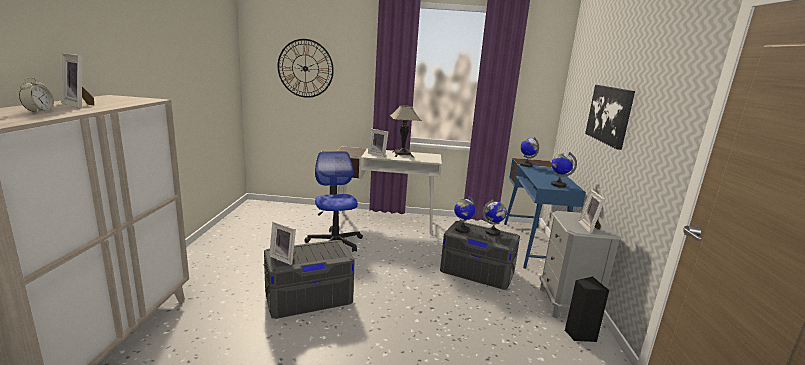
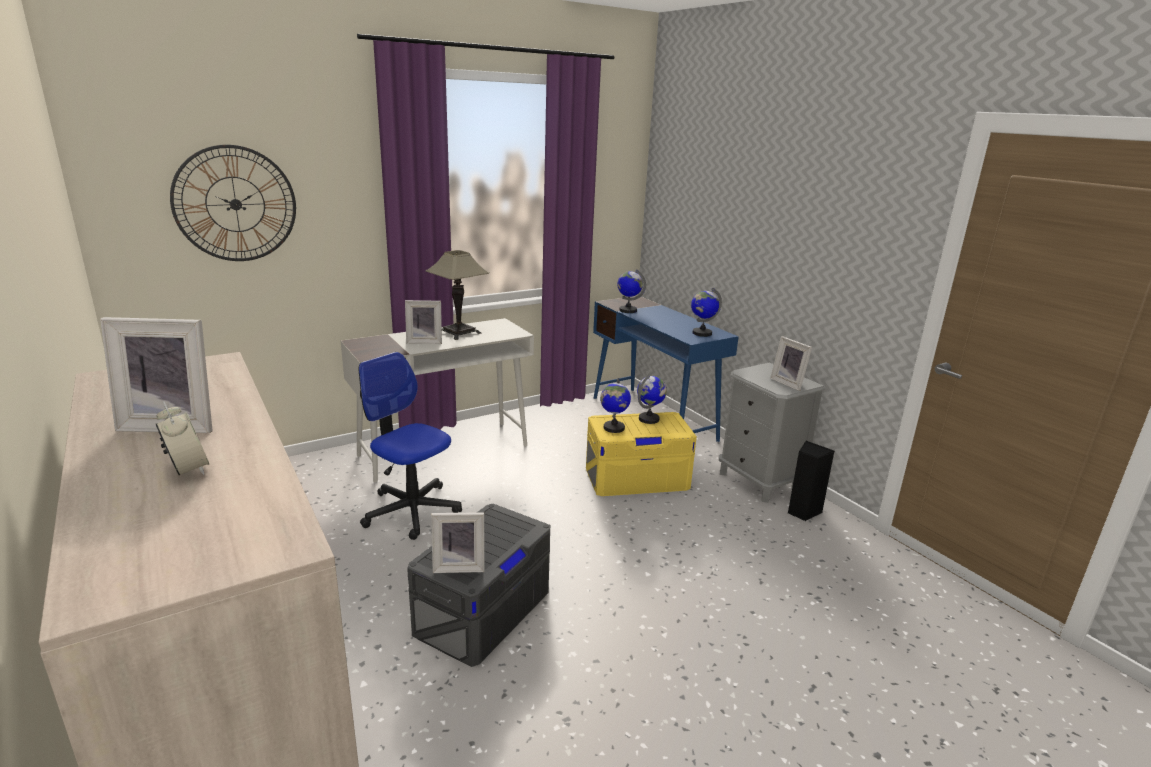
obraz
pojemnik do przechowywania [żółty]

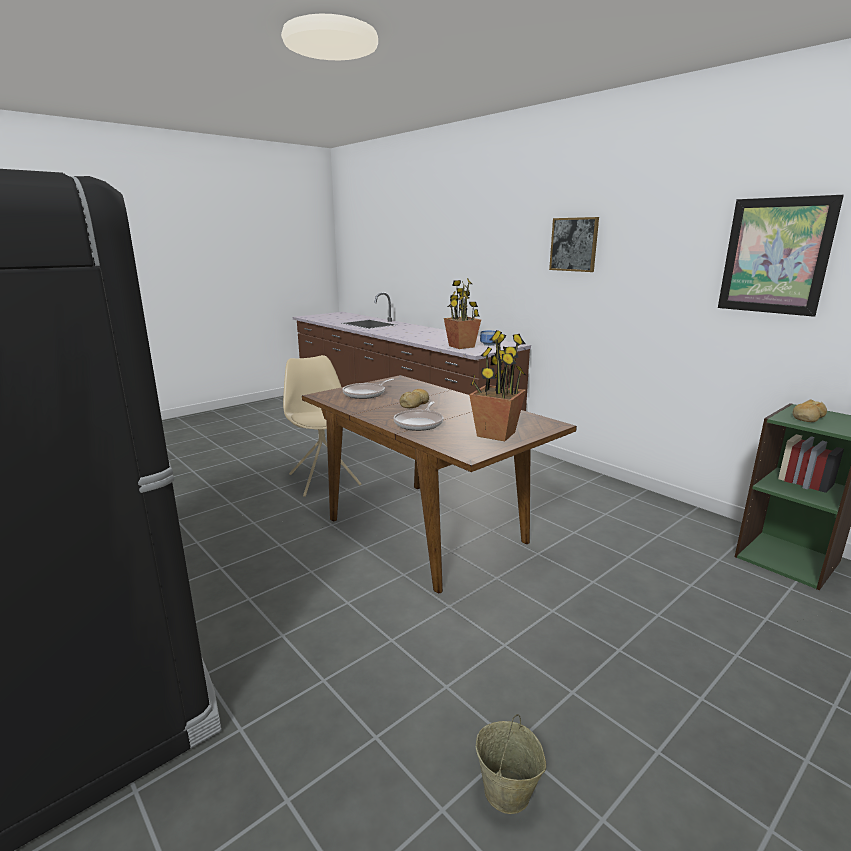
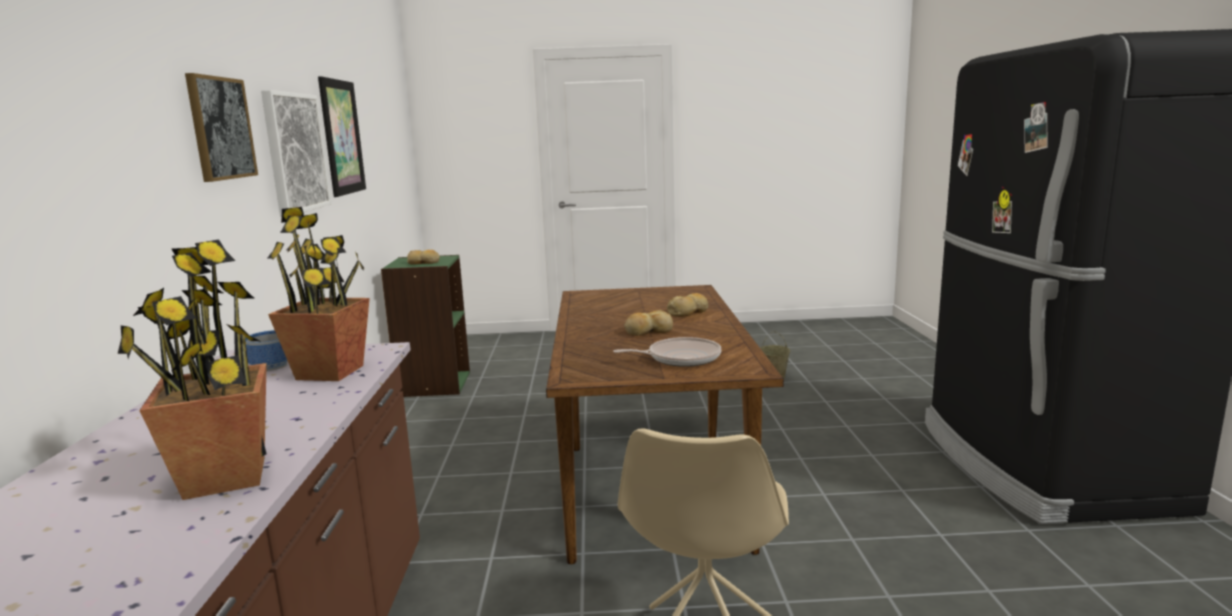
obraz (2nd from left)
roślina doniczkowa (1st from left)
chleb (3rd from left)

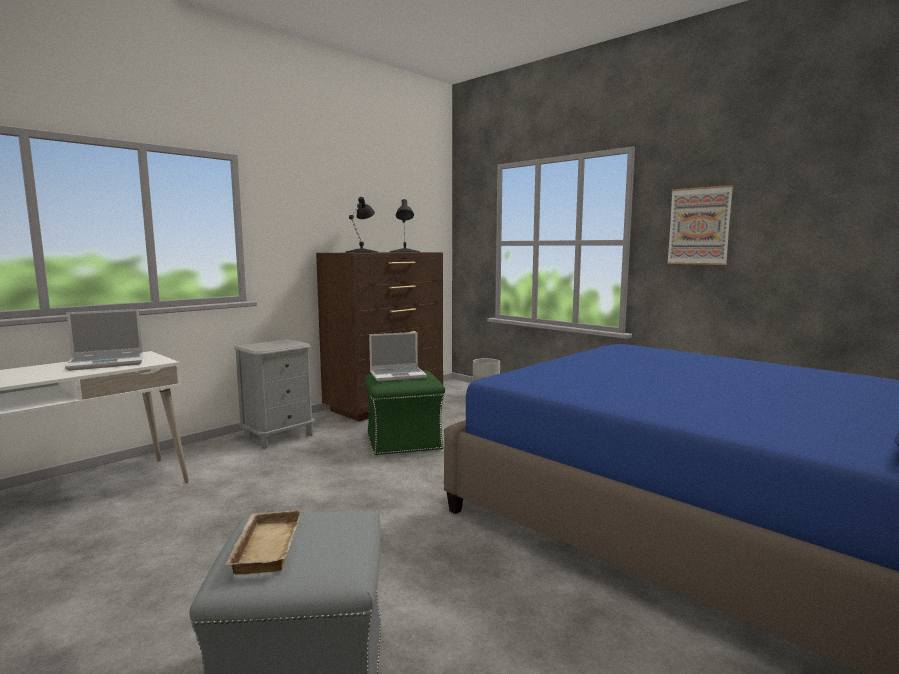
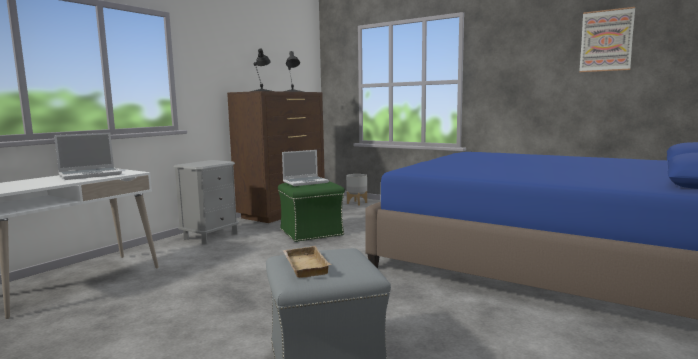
obraz

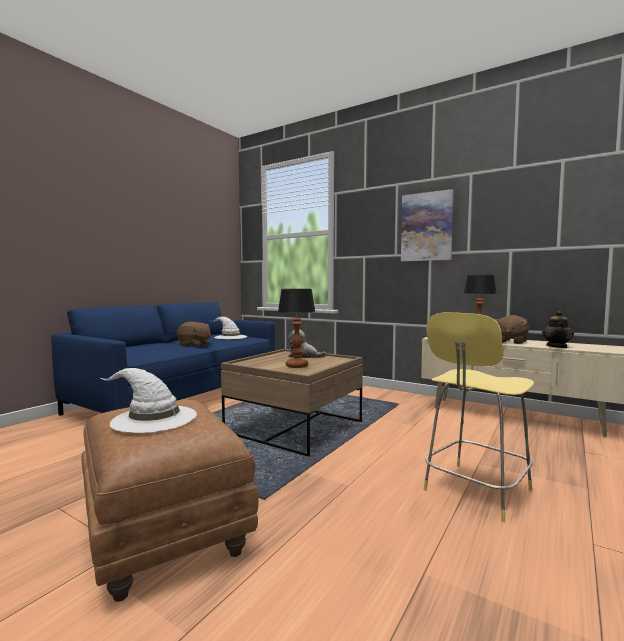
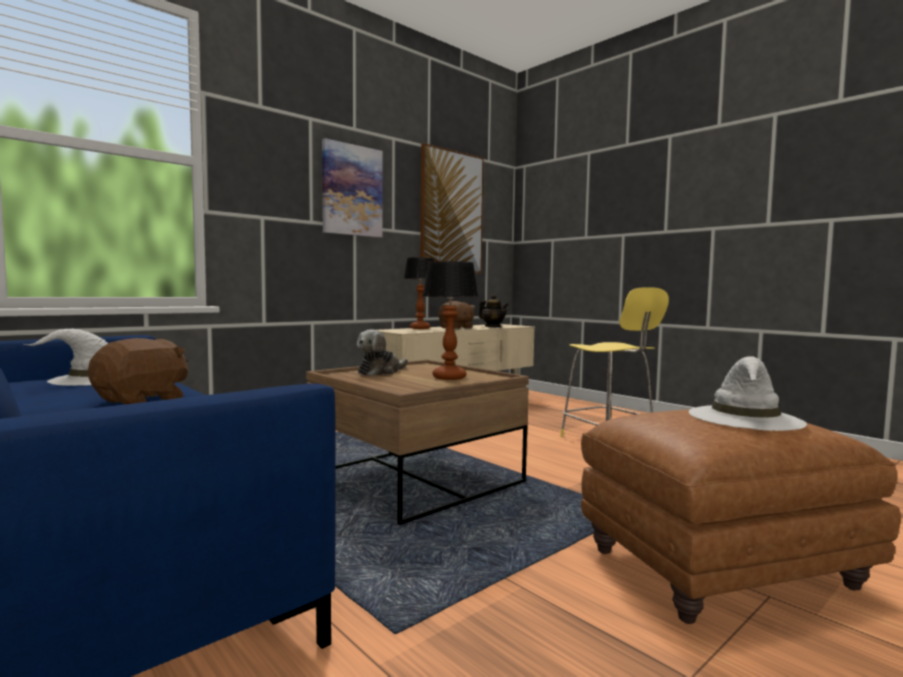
obraz (2nd from left)

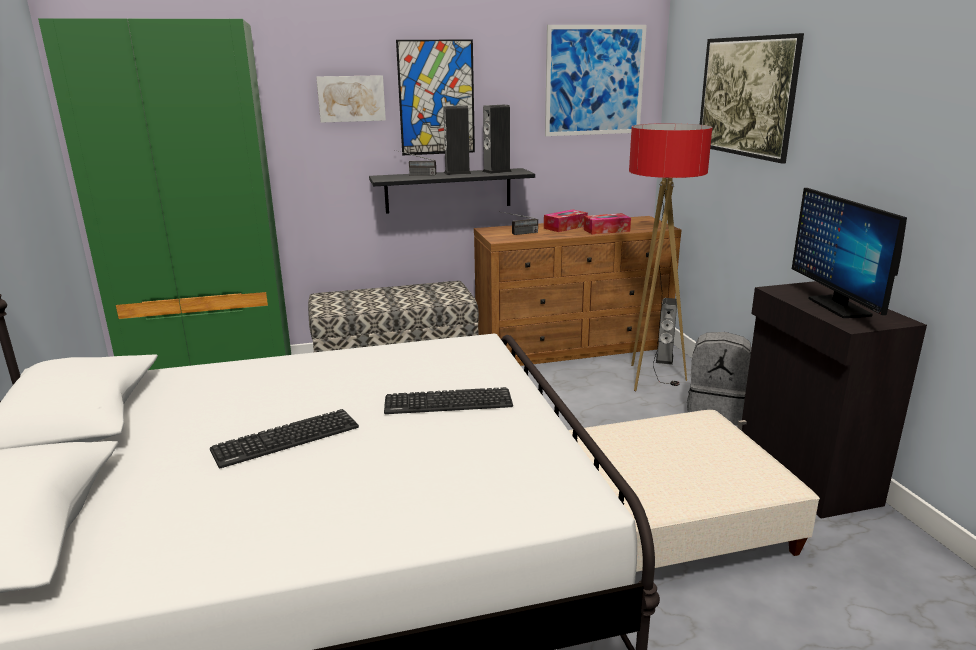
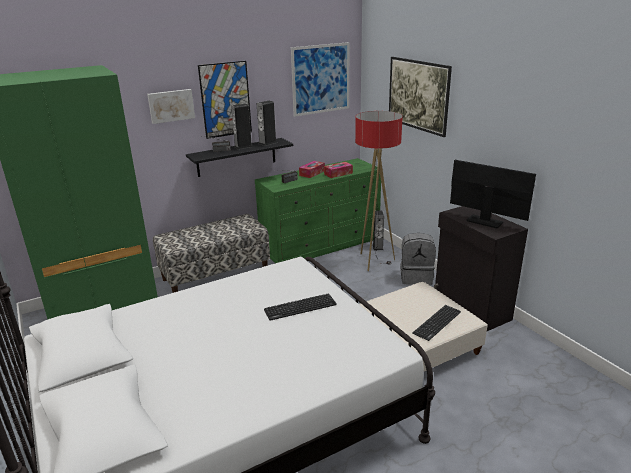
klawiatura (2nd from left)
komoda [zielony]
monitor

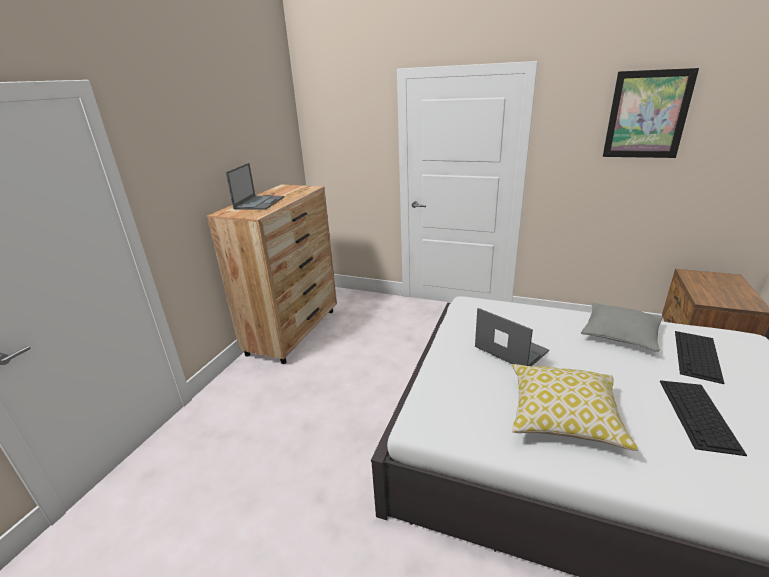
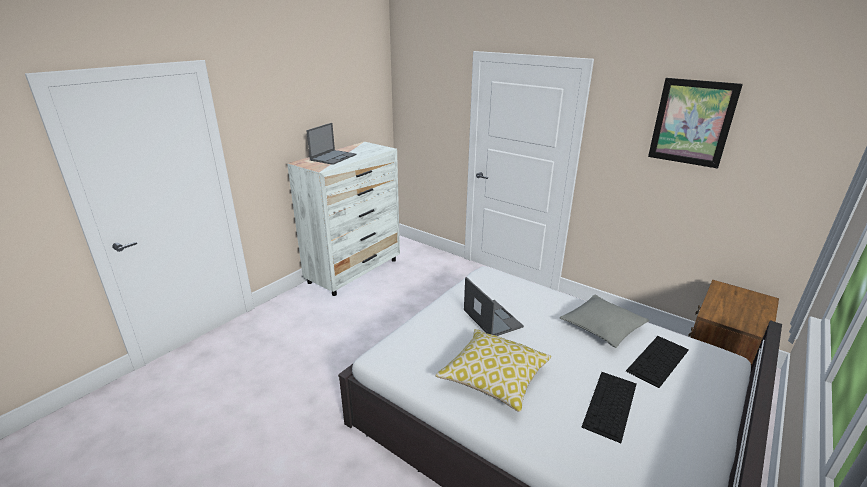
komoda [biały]

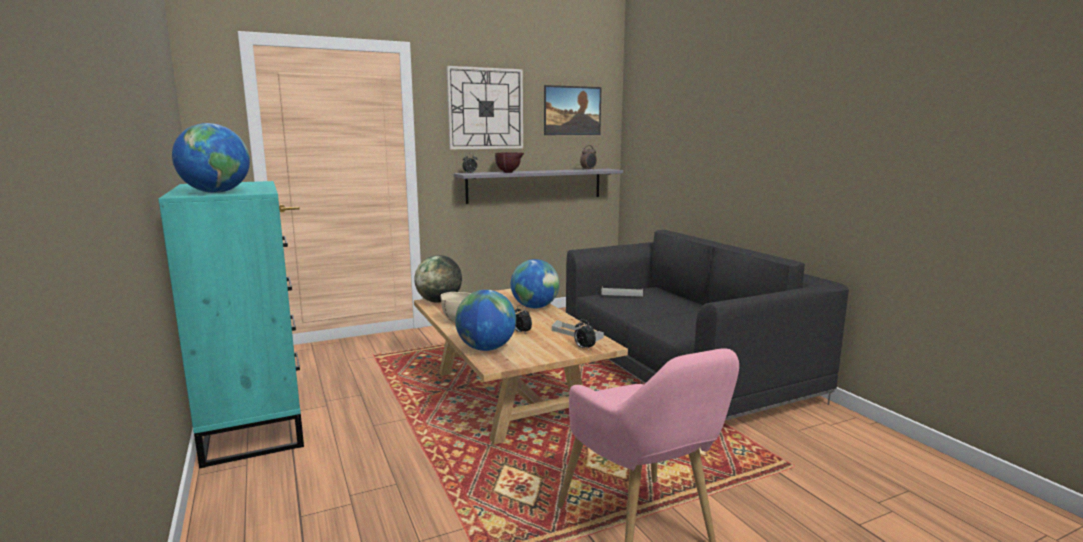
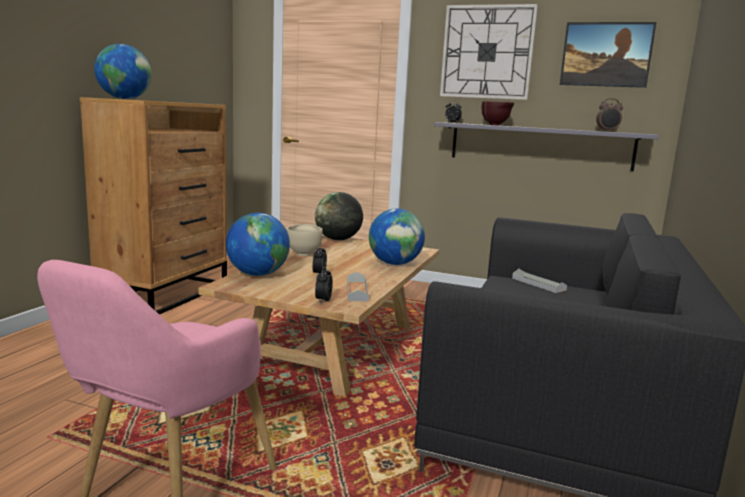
komoda [brązowy]

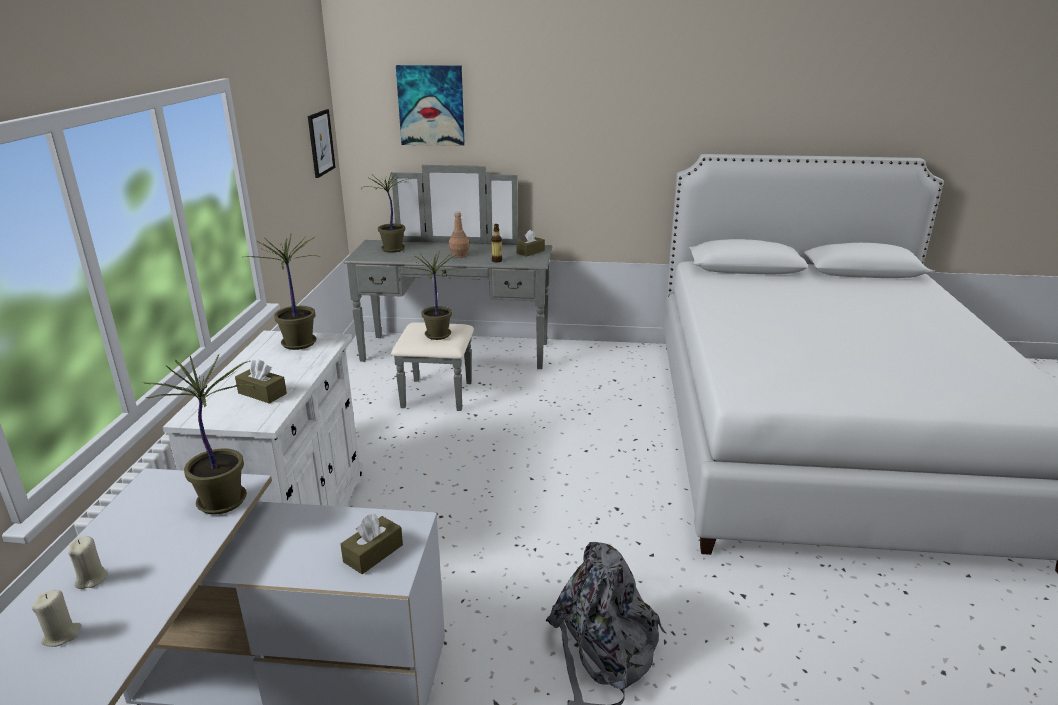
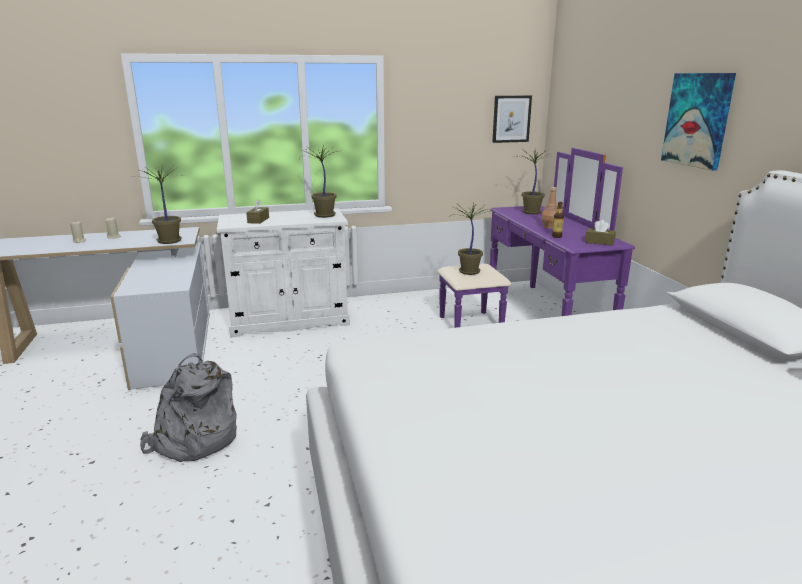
pudełko chusteczek [brązowy] (2nd from left in the first image)
obraz (2nd from left)
komoda [fioletowy]

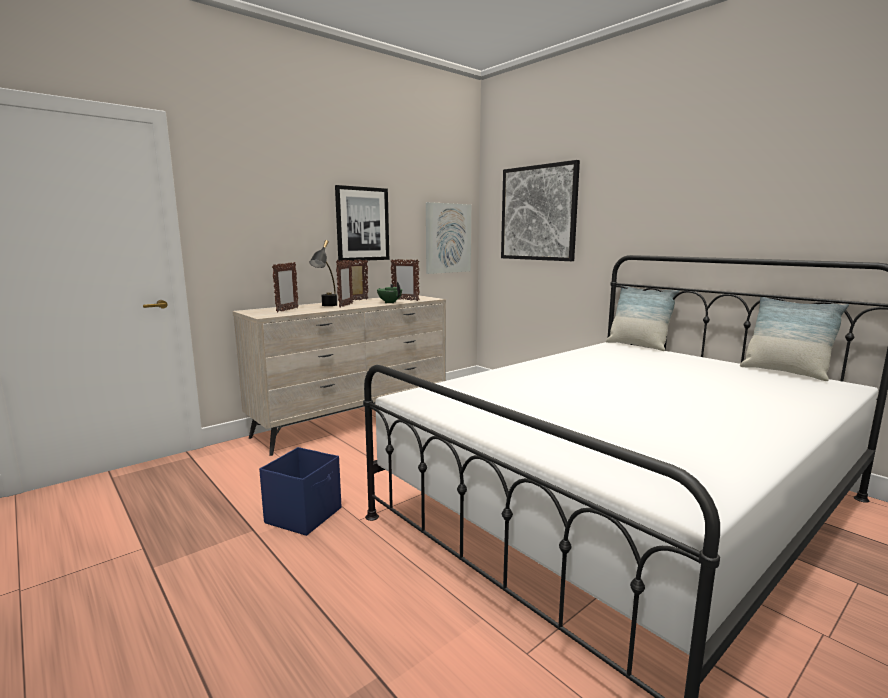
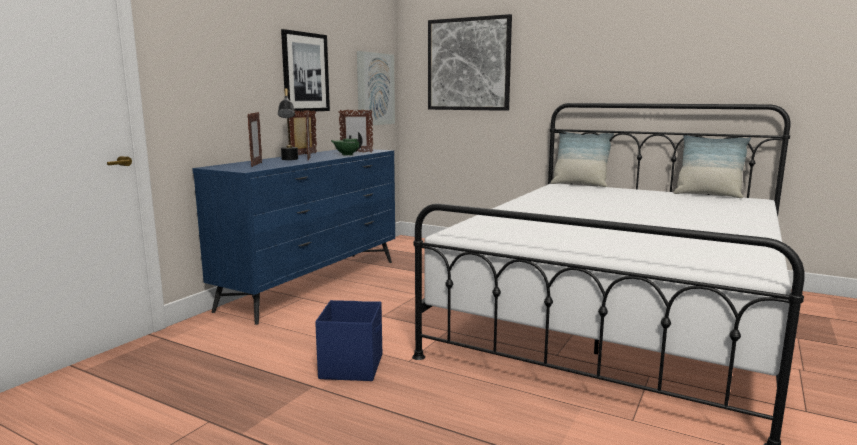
komoda [niebieski]

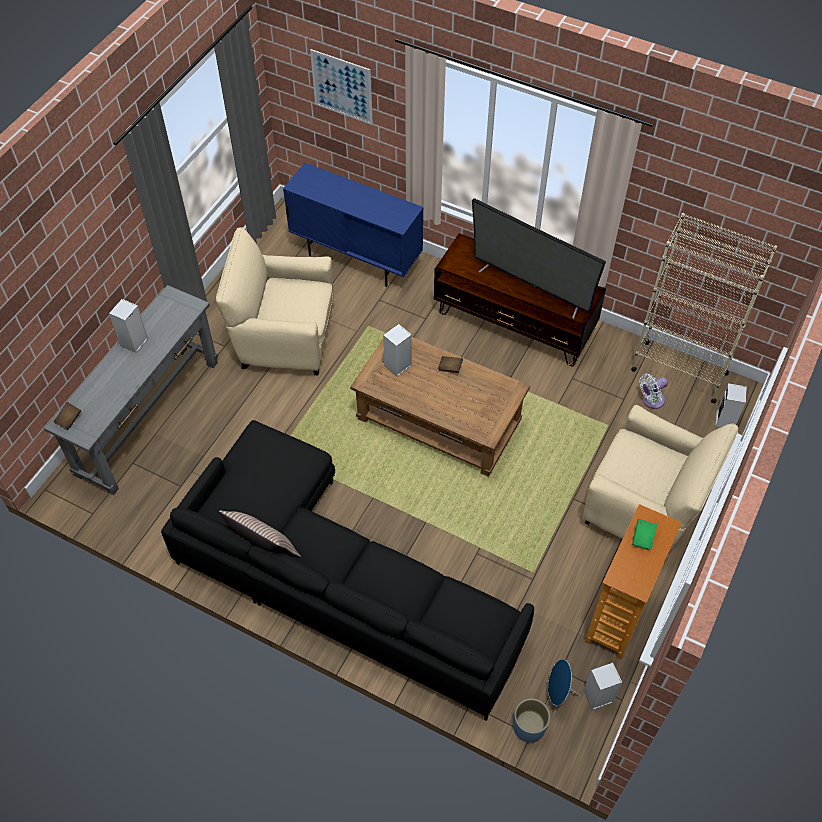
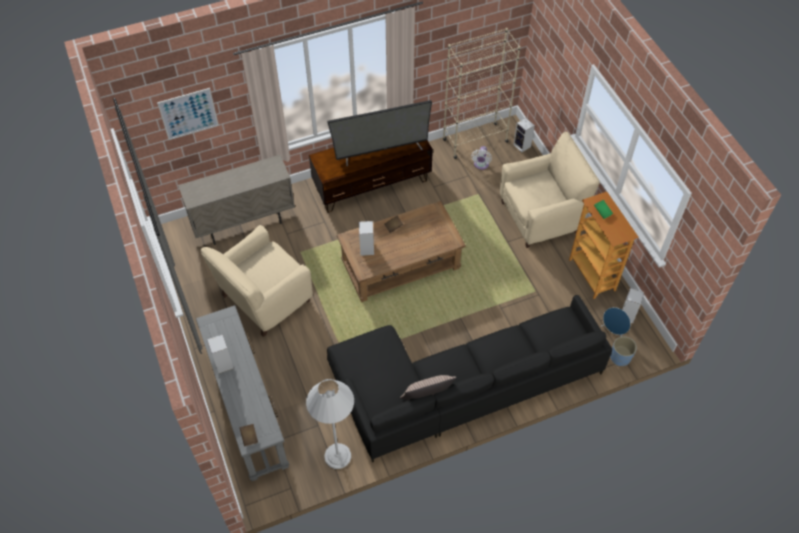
lampa stojąca [biały]
szafka [beżowy]

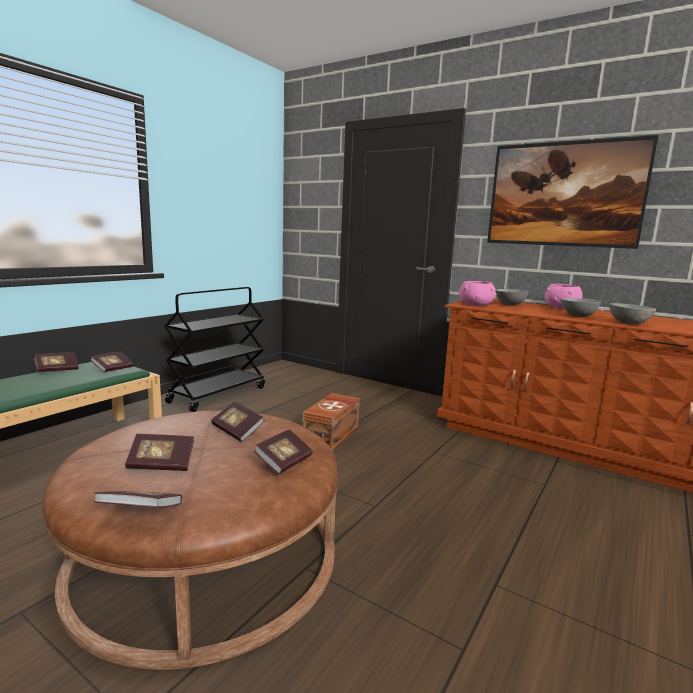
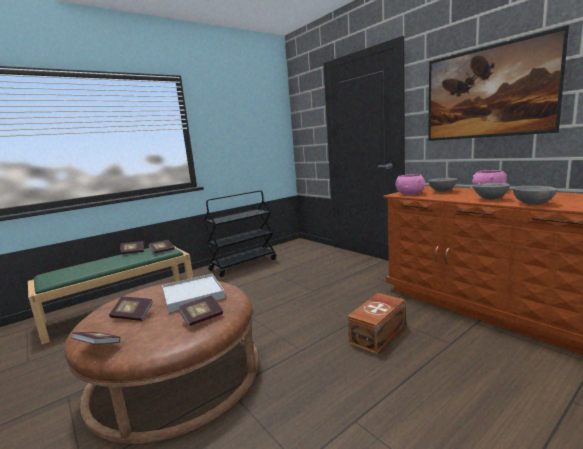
pojemnik do przechowywania [brązowy]
taca [biały]

